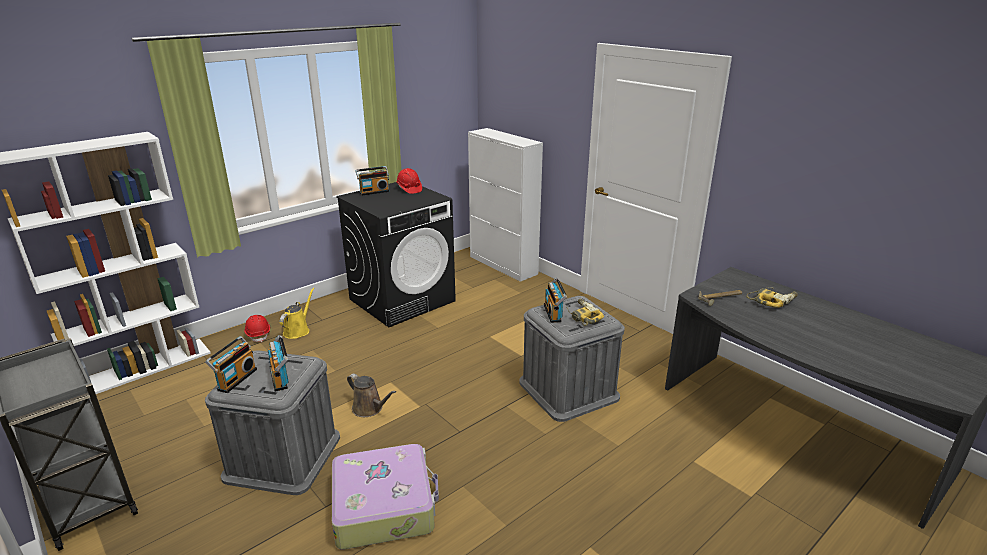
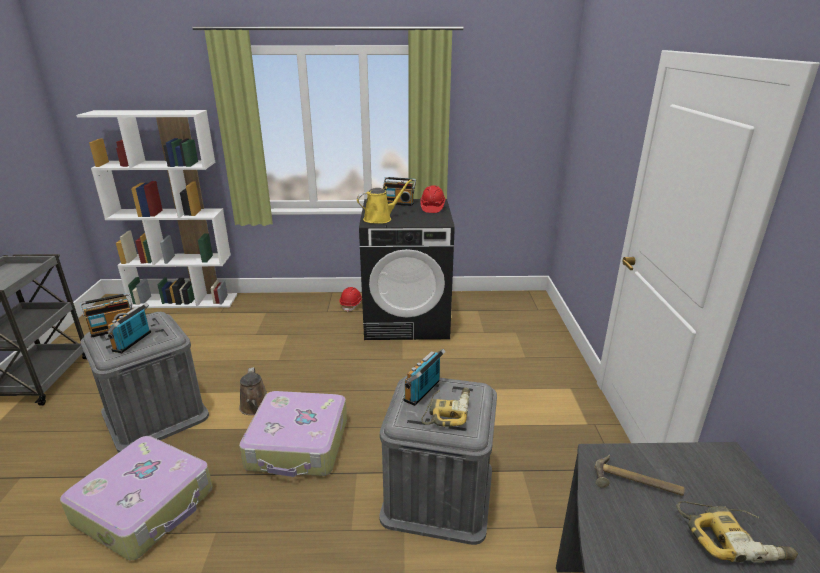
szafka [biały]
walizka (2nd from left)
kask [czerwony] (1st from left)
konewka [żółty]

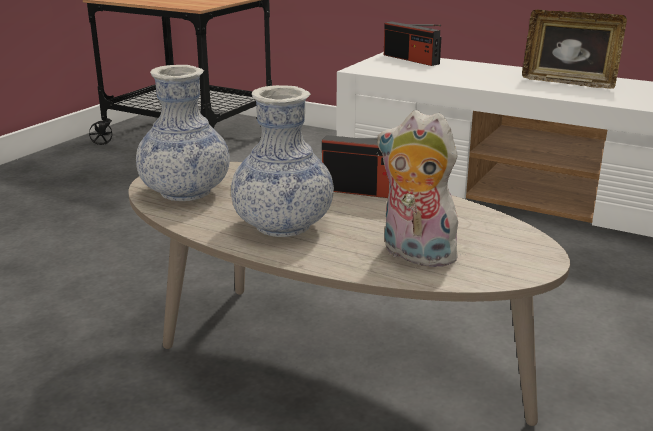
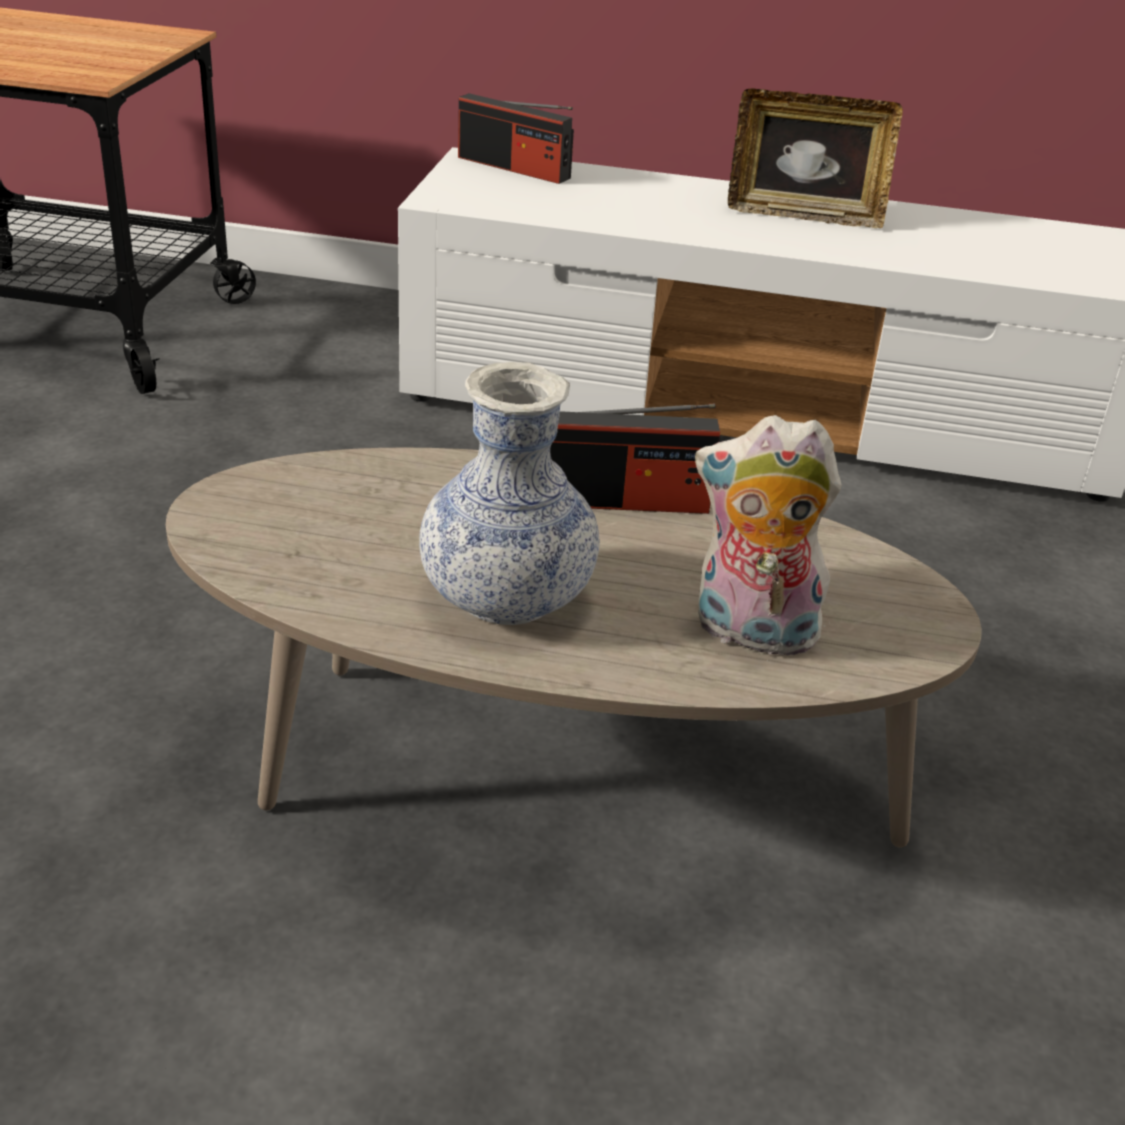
wazon (1st from left in the first image)

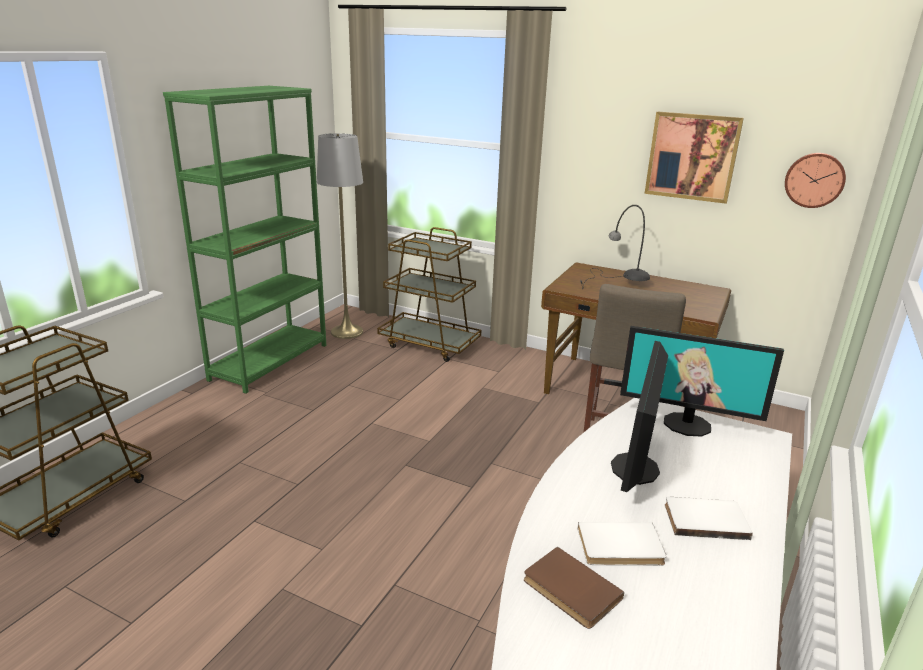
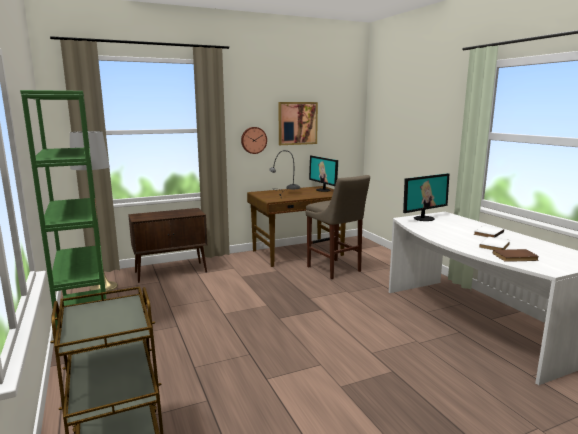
monitor (1st from left)
zegar ścienny
szafka [brązowy]

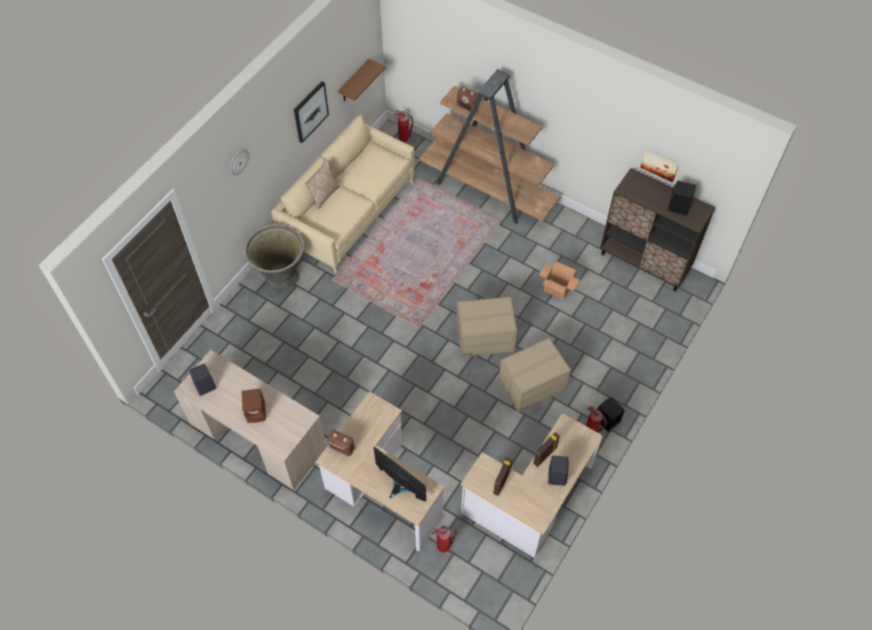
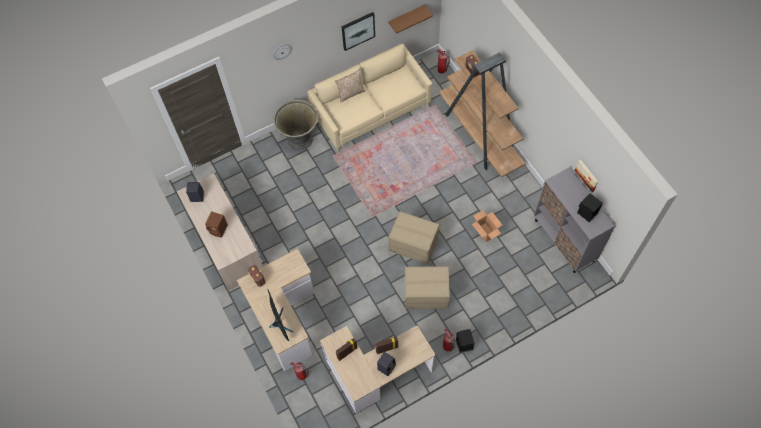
szafka [szary]

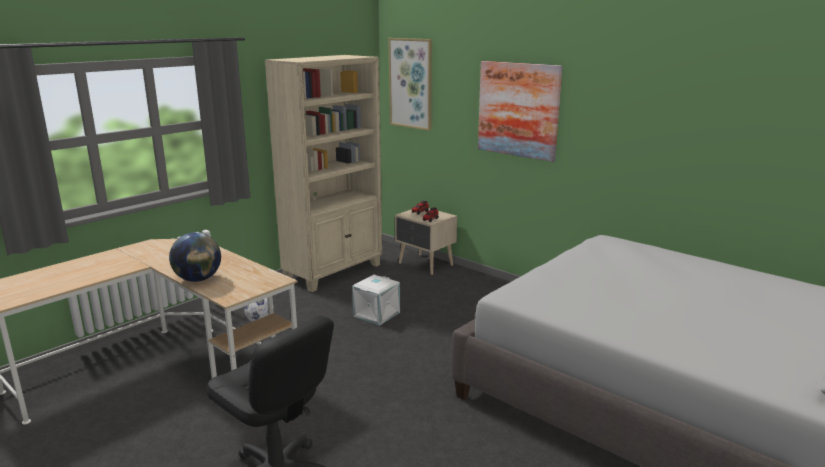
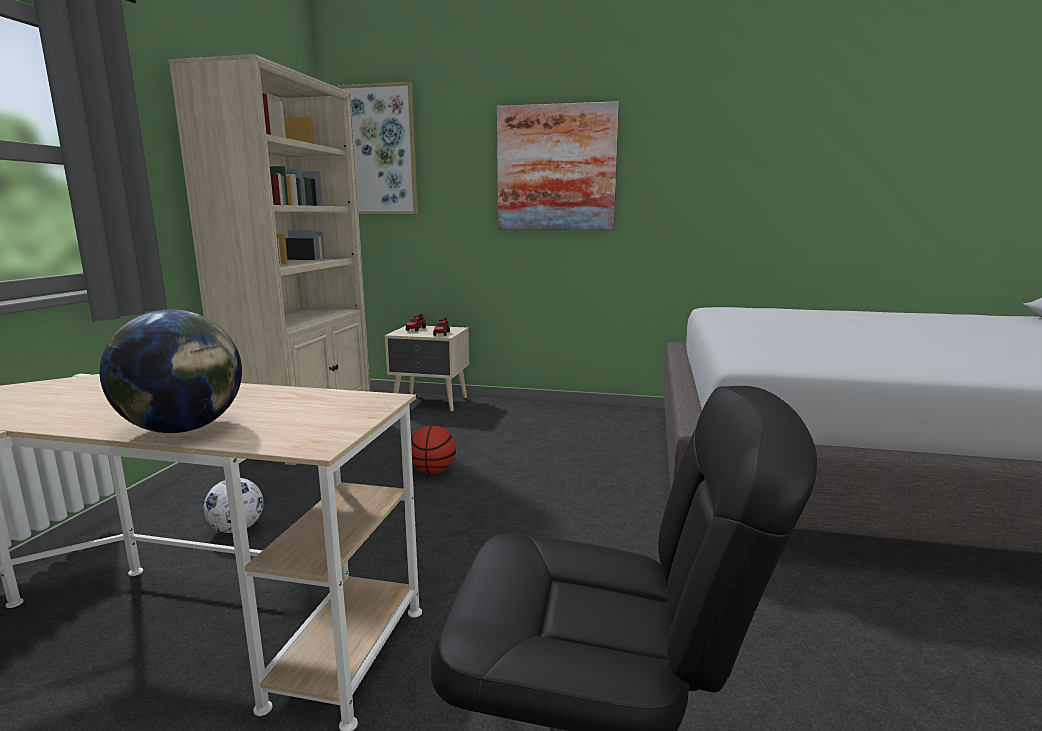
piłka do koszykówki

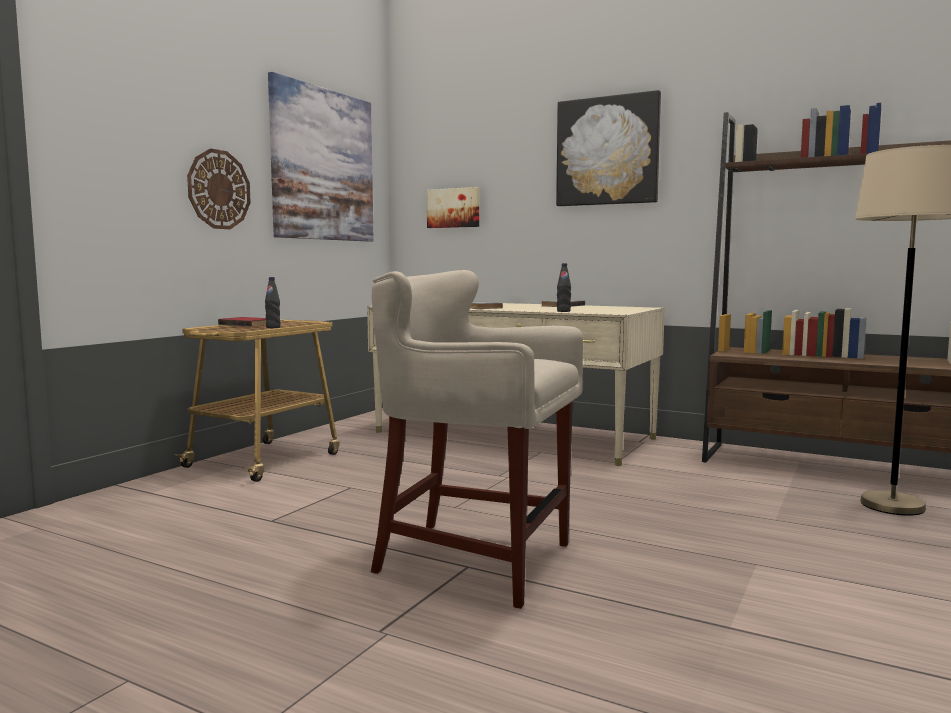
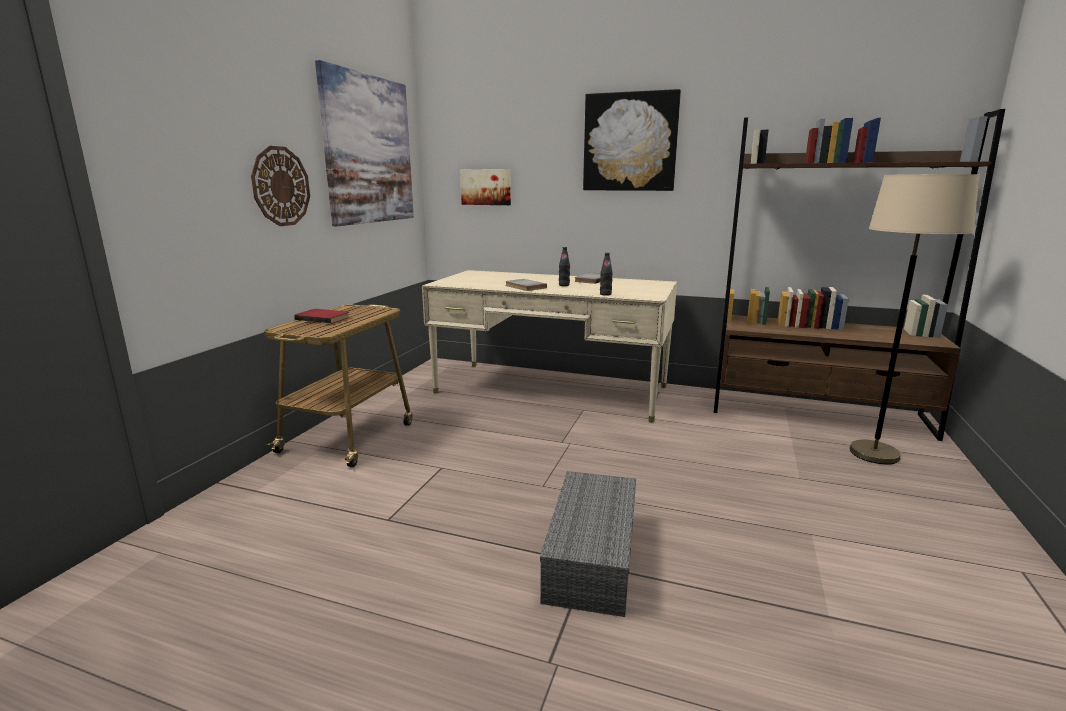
butelka [czarny] (1st from left)
pojemnik do przechowywania [szary]

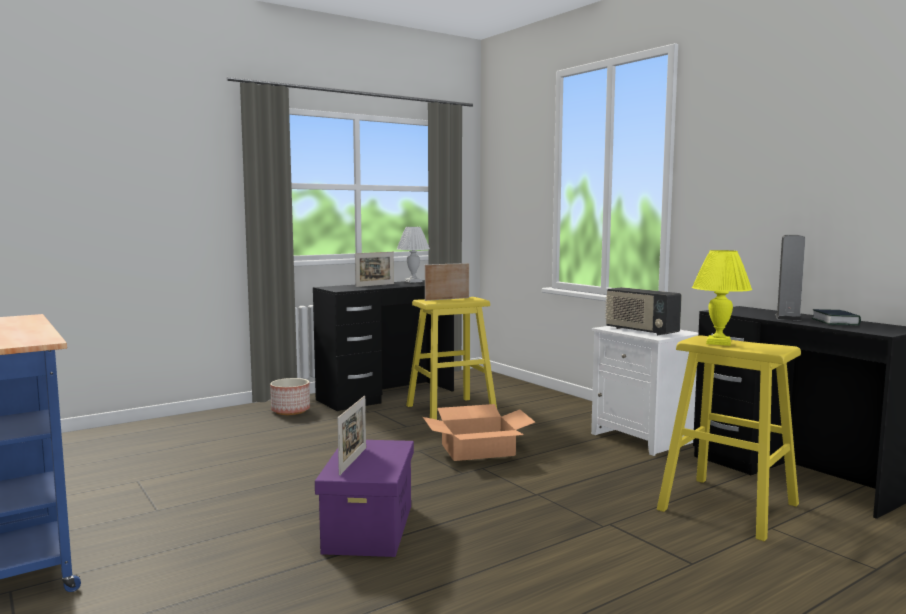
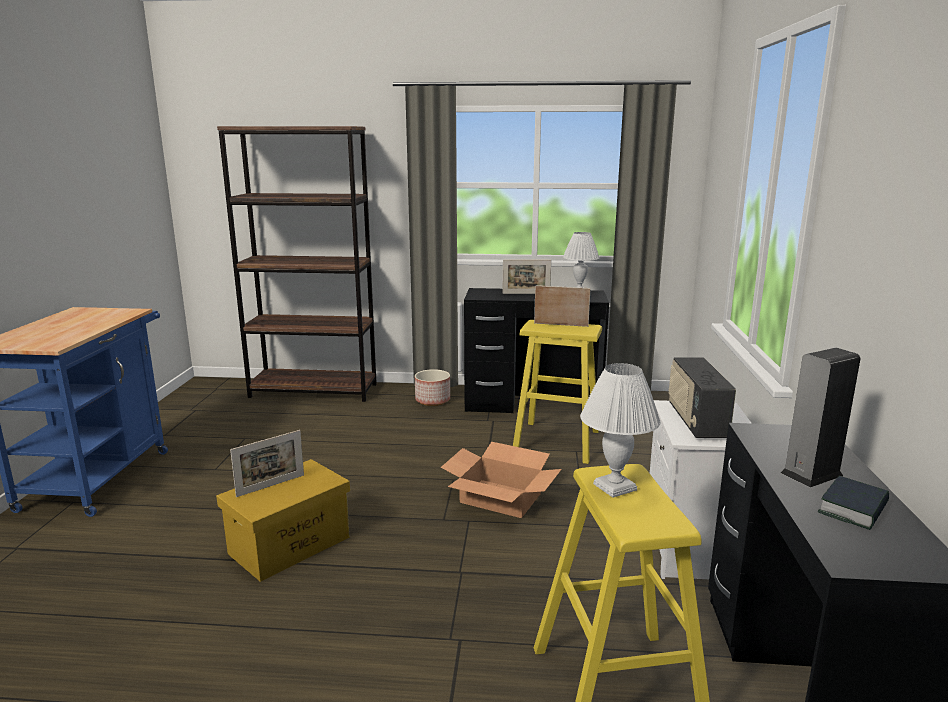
regał [brązowy]
pojemnik do przechowywania [żółty]
lampa stołowa [biały] (2nd from left)

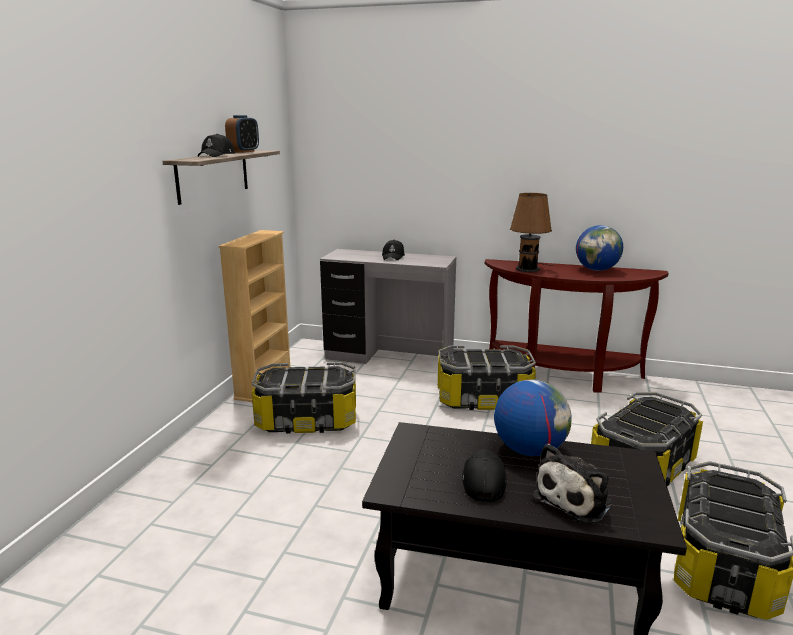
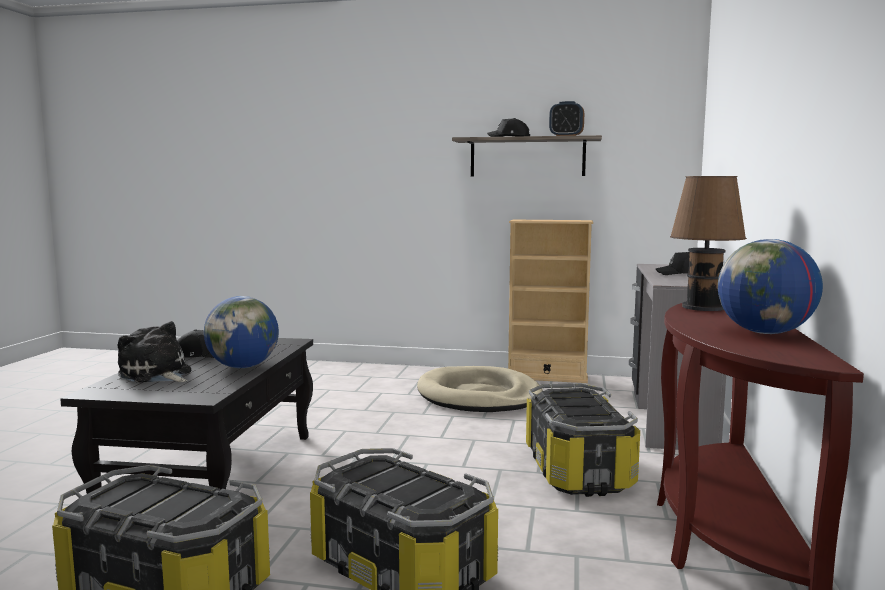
legowisko [beżowy]

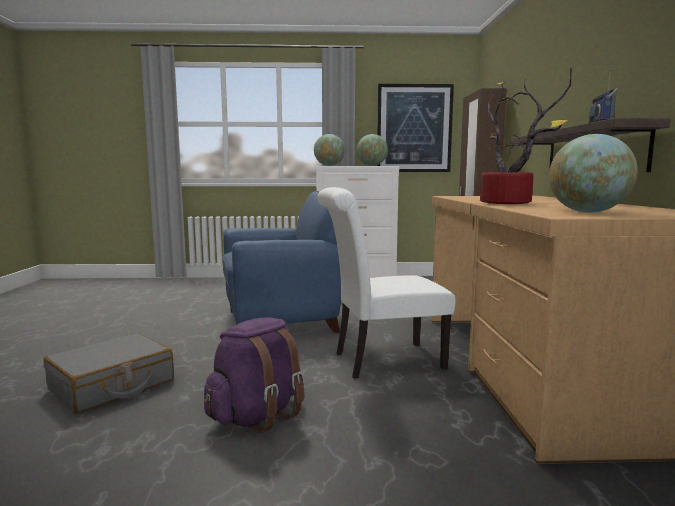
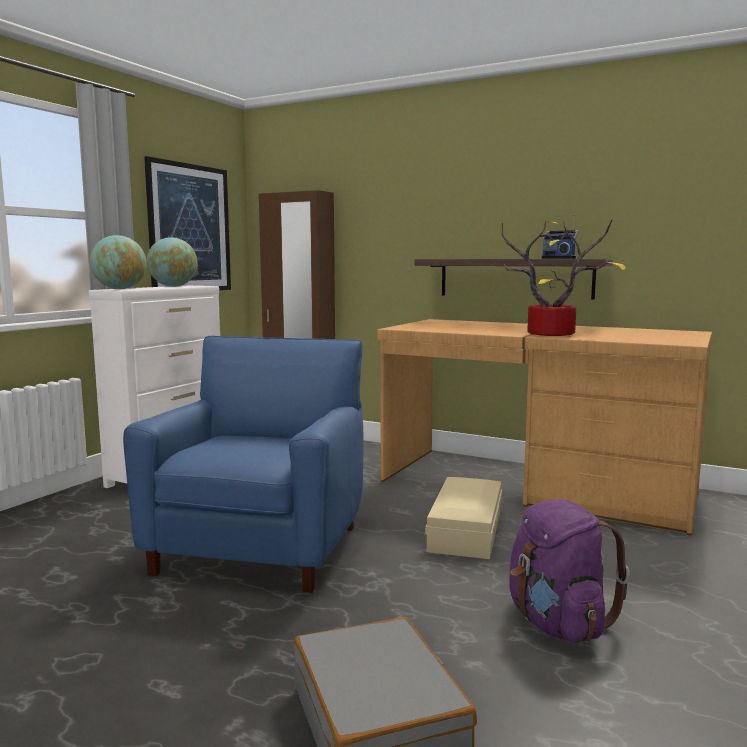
globus (3rd from left in the first image)
pojemnik do przechowywania [beżowy]

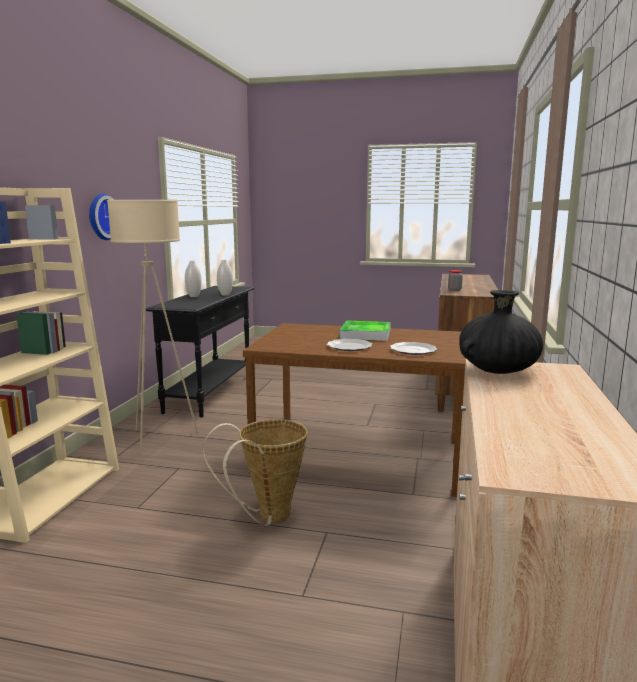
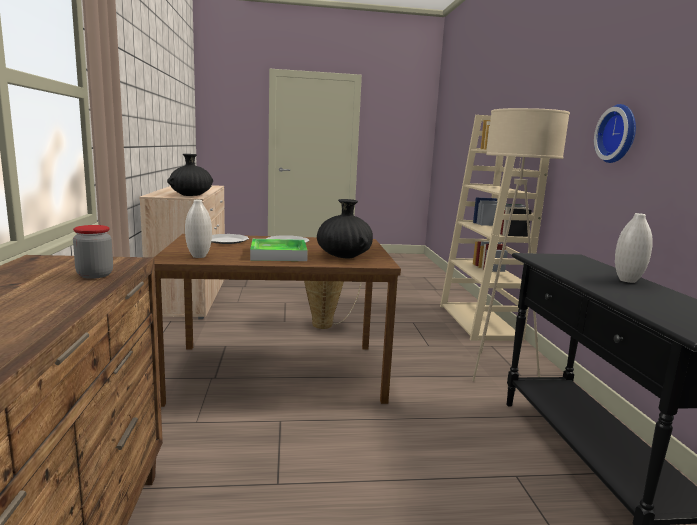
wazon [czarny] (2nd from left)
wazon [biały] (1st from left)

